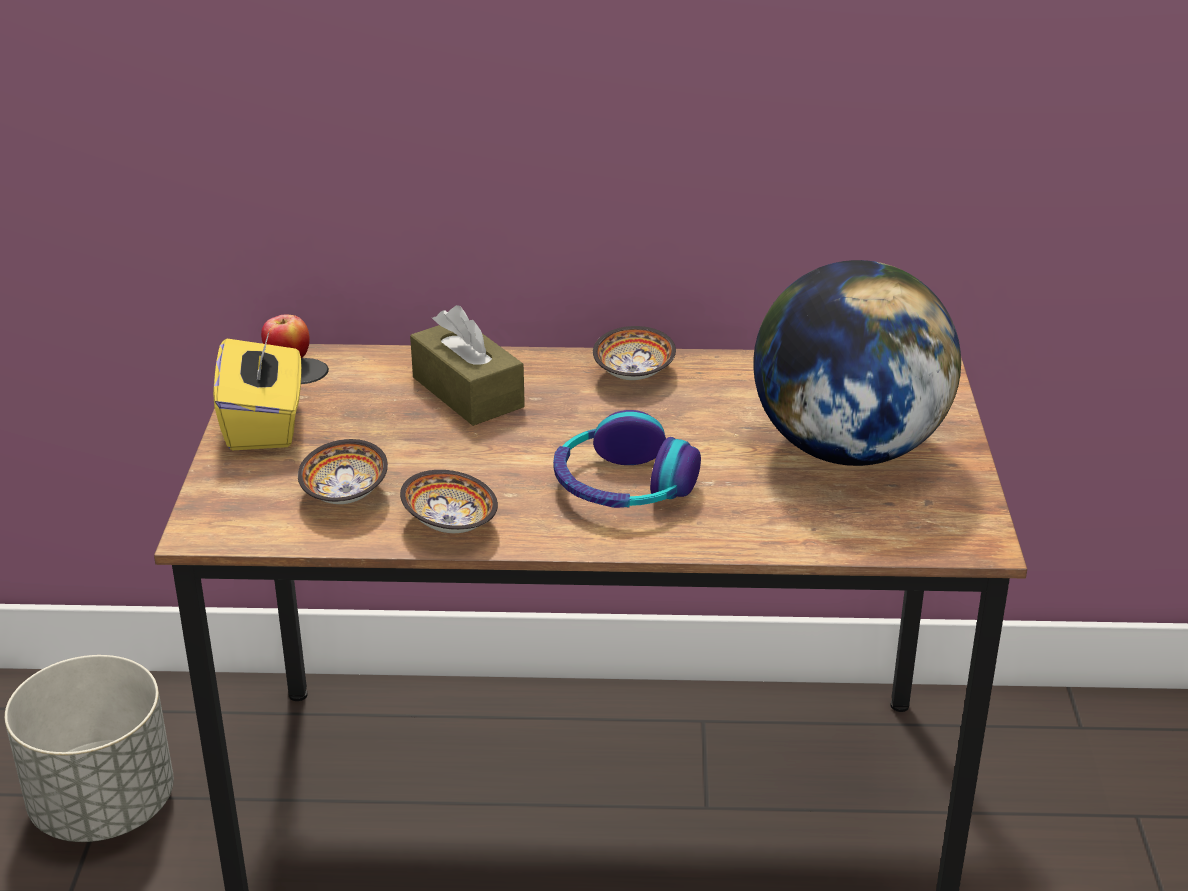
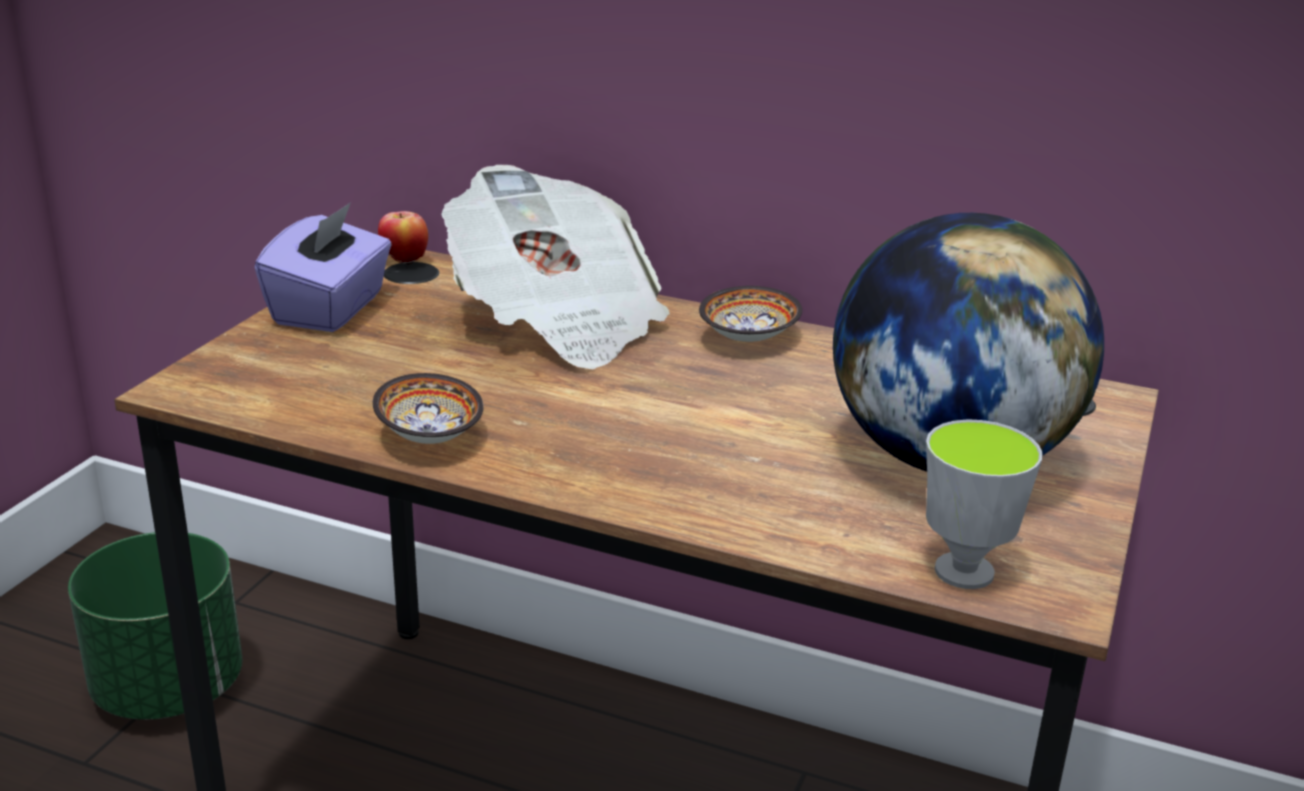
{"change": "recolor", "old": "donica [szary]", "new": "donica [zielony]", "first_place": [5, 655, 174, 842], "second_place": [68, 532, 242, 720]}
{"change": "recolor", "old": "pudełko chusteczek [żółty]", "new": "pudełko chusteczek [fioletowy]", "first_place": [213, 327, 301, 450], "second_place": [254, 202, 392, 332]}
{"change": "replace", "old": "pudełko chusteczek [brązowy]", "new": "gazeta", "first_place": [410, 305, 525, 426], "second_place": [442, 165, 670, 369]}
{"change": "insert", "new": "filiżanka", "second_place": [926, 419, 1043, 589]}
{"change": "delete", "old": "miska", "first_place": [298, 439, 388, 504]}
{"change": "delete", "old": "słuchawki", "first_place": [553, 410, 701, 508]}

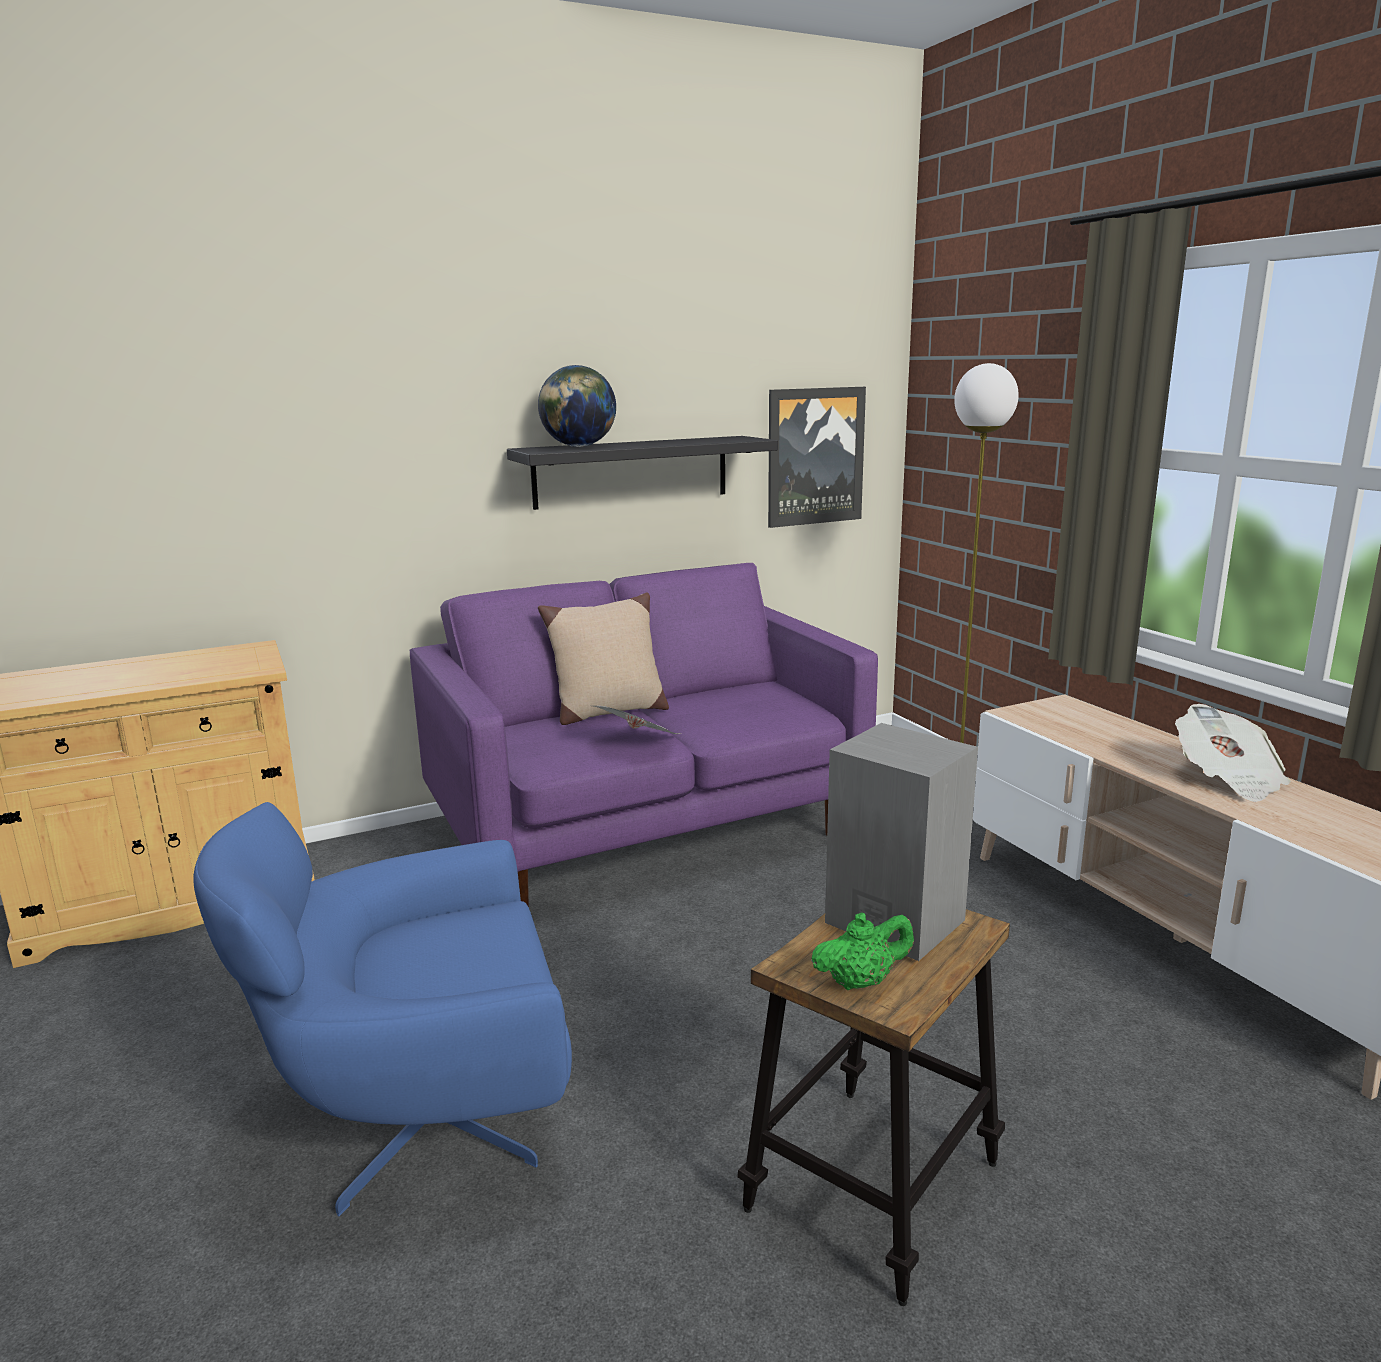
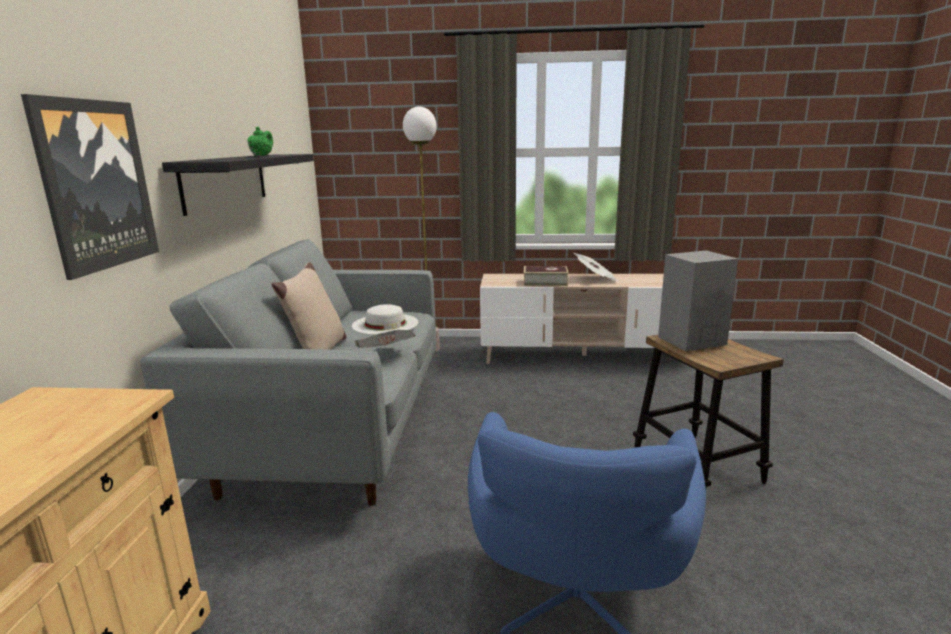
{"change": "move", "old": "obraz", "first_place": [768, 387, 866, 528], "second_place": [21, 94, 159, 280]}
{"change": "recolor", "old": "kanapa [fioletowy]", "new": "kanapa [szary]", "first_place": [410, 563, 878, 907], "second_place": [140, 239, 436, 506]}
{"change": "move", "old": "imbryk [zielony]", "first_place": [811, 912, 914, 990], "second_place": [247, 127, 273, 156]}
{"change": "insert", "new": "kapelusz [biały]", "second_place": [352, 304, 418, 335]}
{"change": "insert", "new": "książka", "second_place": [524, 266, 568, 286]}
{"change": "delete", "old": "globus", "first_place": [538, 365, 616, 447]}

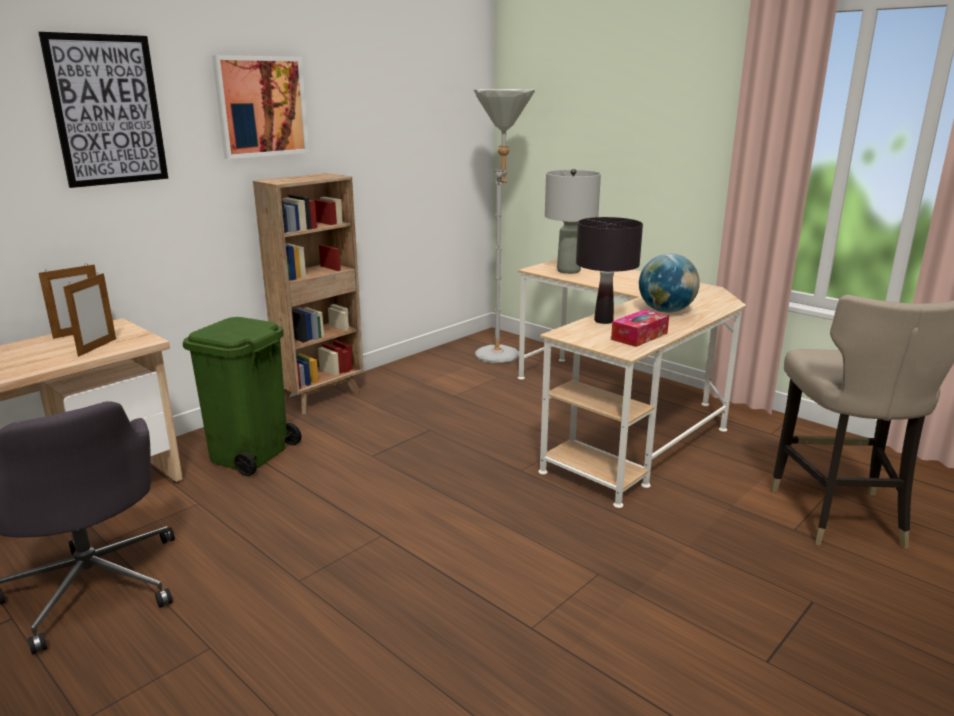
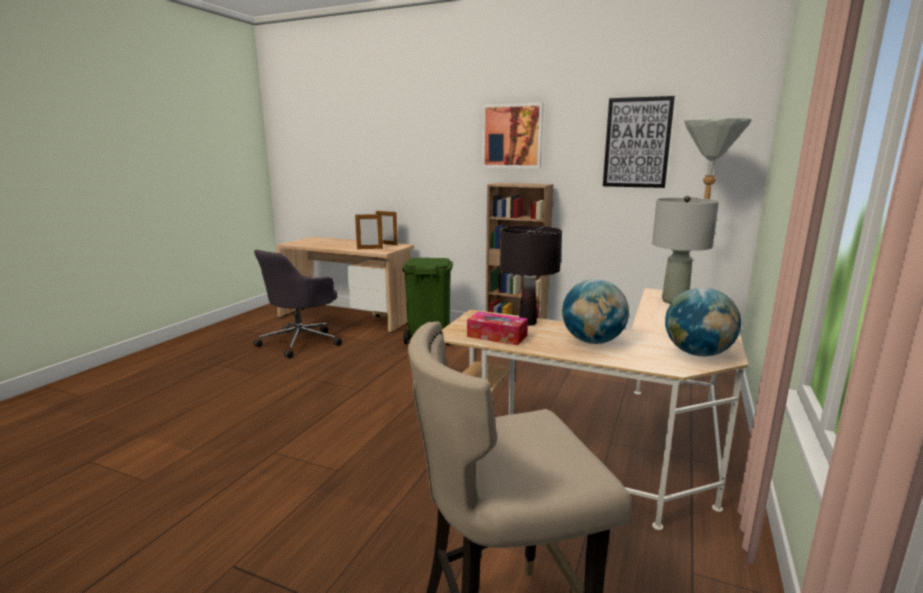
{"change": "move", "old": "obraz", "first_place": [38, 32, 168, 188], "second_place": [603, 96, 675, 188]}
{"change": "insert", "new": "globus", "second_place": [665, 288, 741, 356]}

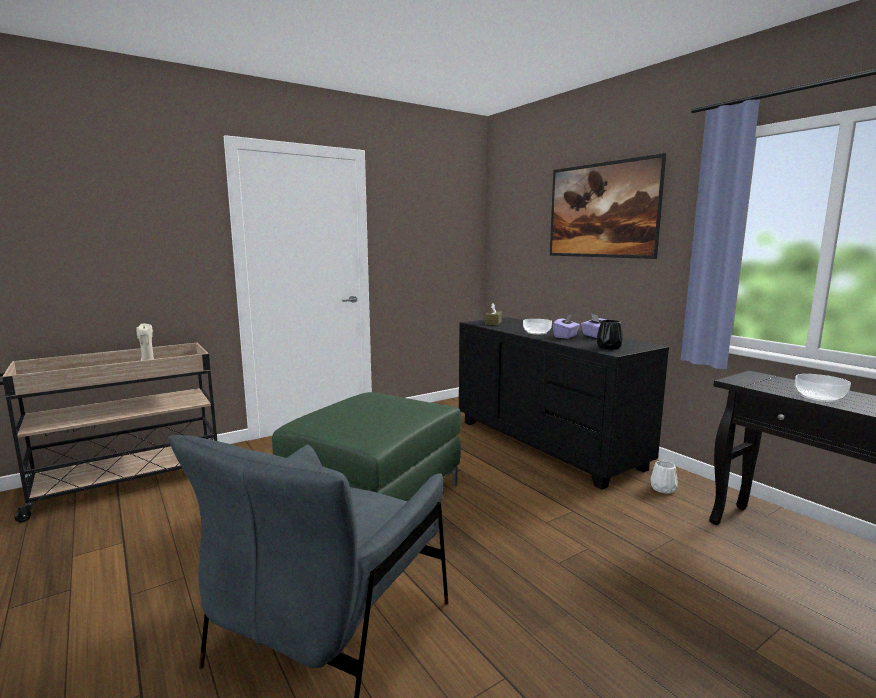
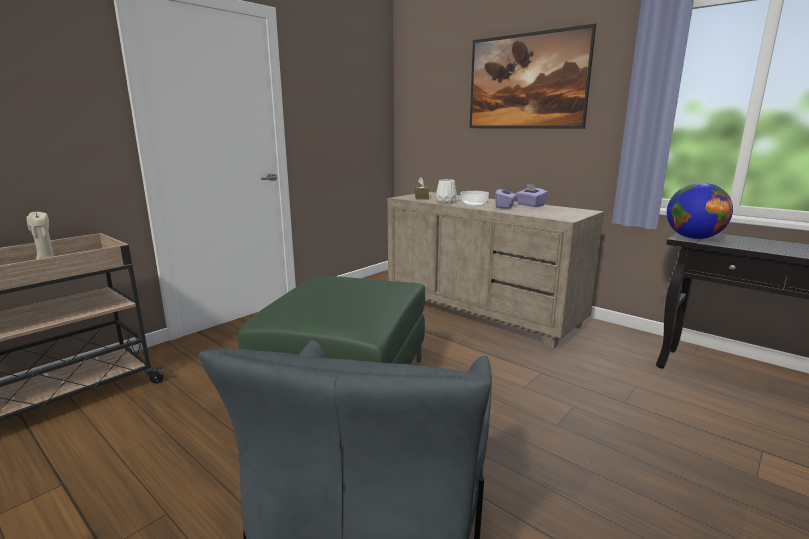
{"change": "recolor", "old": "komoda [czarny]", "new": "komoda [beżowy]", "first_place": [459, 317, 669, 490], "second_place": [387, 192, 604, 349]}
{"change": "move", "old": "wazon [biały]", "first_place": [650, 461, 678, 494], "second_place": [436, 179, 457, 204]}
{"change": "insert", "new": "globus", "second_place": [667, 183, 733, 239]}
{"change": "delete", "old": "wazon [czarny]", "first_place": [597, 320, 623, 349]}
{"change": "delete", "old": "miska", "first_place": [795, 374, 851, 402]}

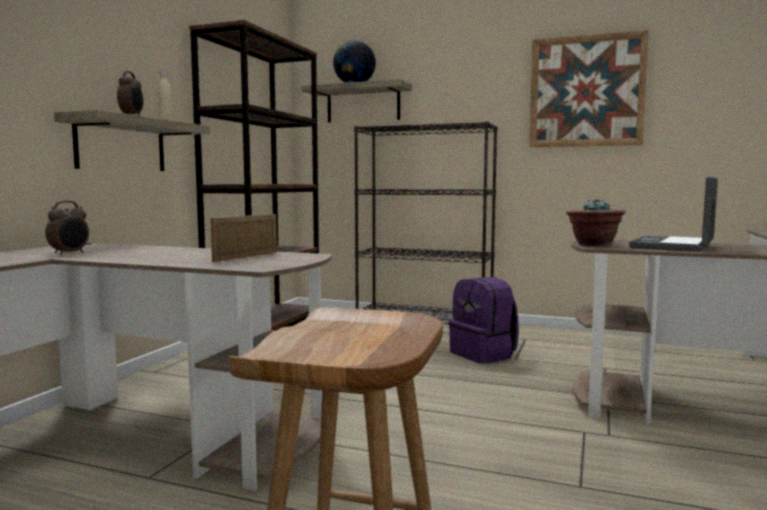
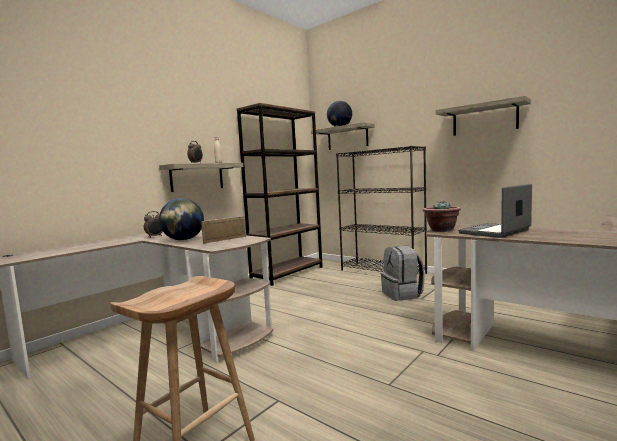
{"change": "insert", "new": "globus", "second_place": [159, 198, 204, 240]}
{"change": "recolor", "old": "plecak [fioletowy]", "new": "plecak [szary]", "first_place": [449, 277, 518, 364], "second_place": [381, 246, 425, 301]}
{"change": "replace", "old": "obraz", "new": "półka", "first_place": [529, 30, 649, 147], "second_place": [435, 96, 531, 136]}

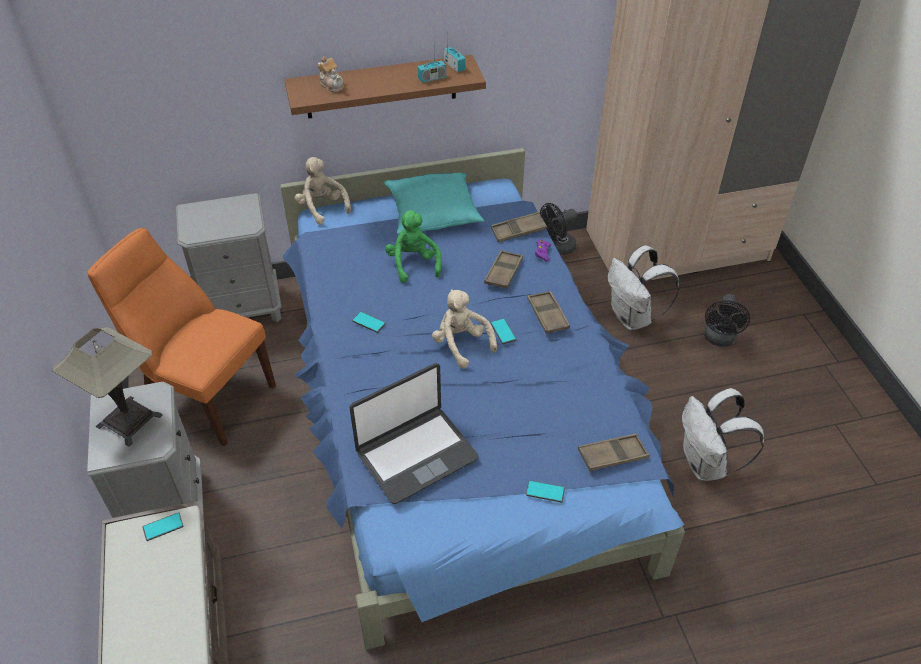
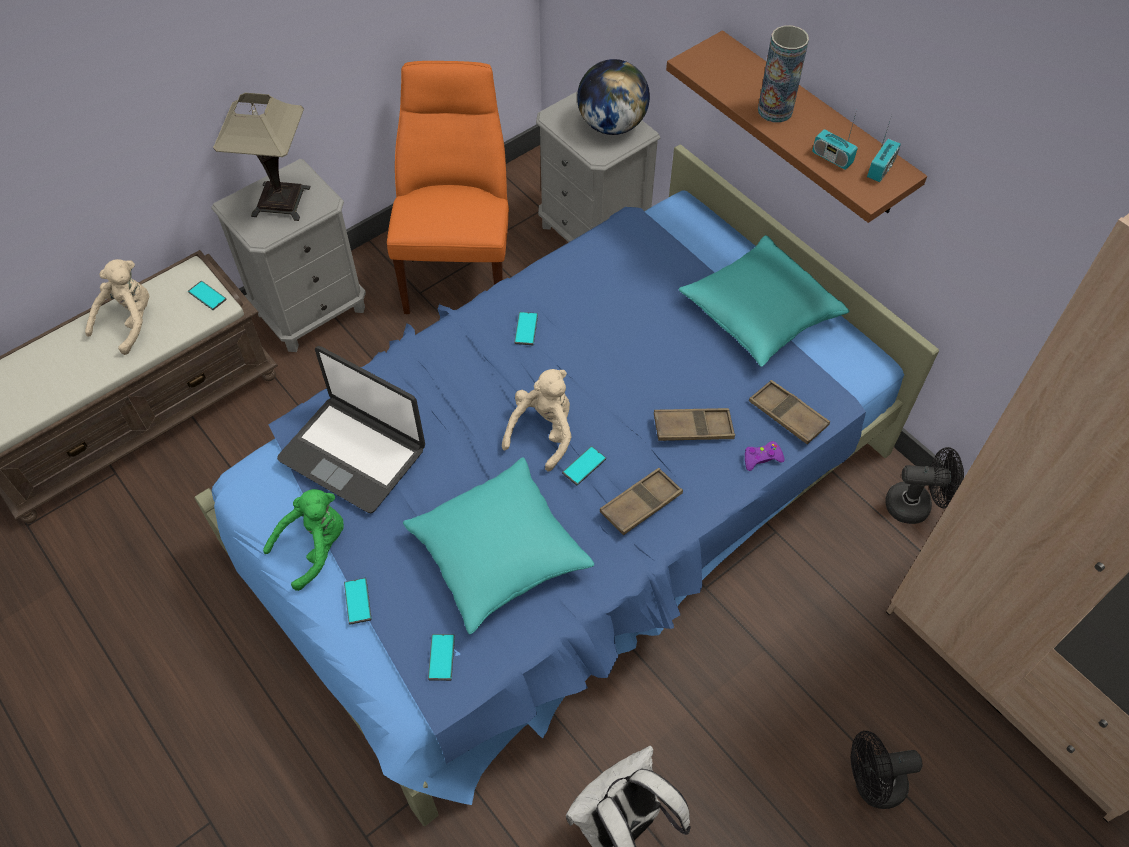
{"change": "move", "old": "pluszak [beżowy]", "first_place": [295, 157, 351, 225], "second_place": [85, 259, 149, 355]}
{"change": "move", "old": "pluszak [zielony]", "first_place": [385, 210, 442, 283], "second_place": [263, 489, 344, 591]}
{"change": "insert", "new": "poduszka [turkusowy]", "second_place": [403, 457, 594, 634]}
{"change": "replace", "old": "taca [brązowy]", "new": "telefon", "first_place": [578, 434, 649, 471], "second_place": [428, 634, 455, 681]}
{"change": "insert", "new": "globus", "second_place": [577, 59, 650, 135]}
{"change": "insert", "new": "wazon", "second_place": [758, 25, 809, 123]}
{"change": "rotate", "old": "wentylator [czarny]", "first_place": [540, 203, 577, 255], "second_place": [885, 447, 964, 524], "degrees": 150}
{"change": "delete", "old": "imbryk", "first_place": [317, 56, 344, 92]}
{"change": "delete", "old": "plecak [biały]", "first_place": [608, 245, 679, 330]}

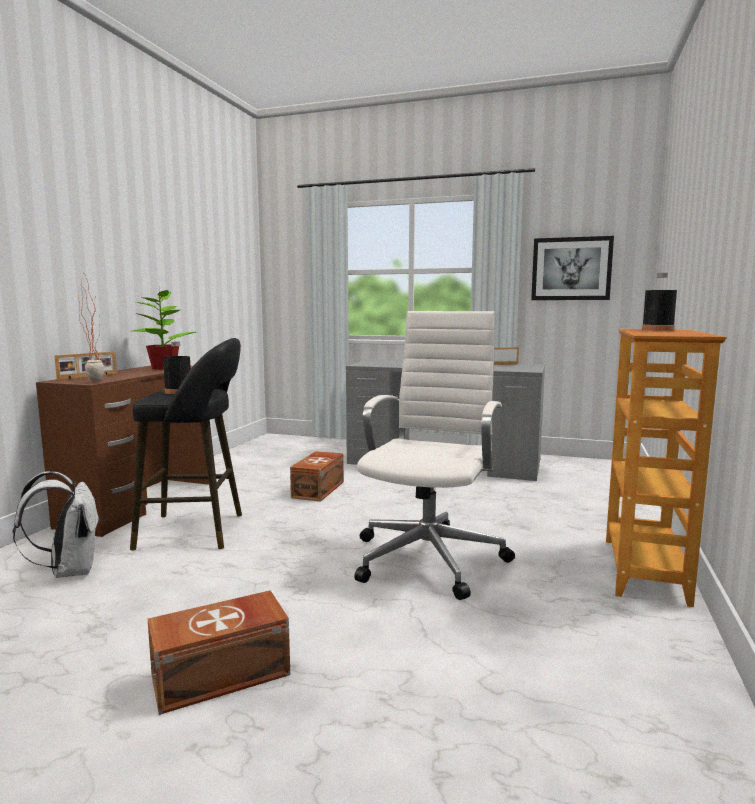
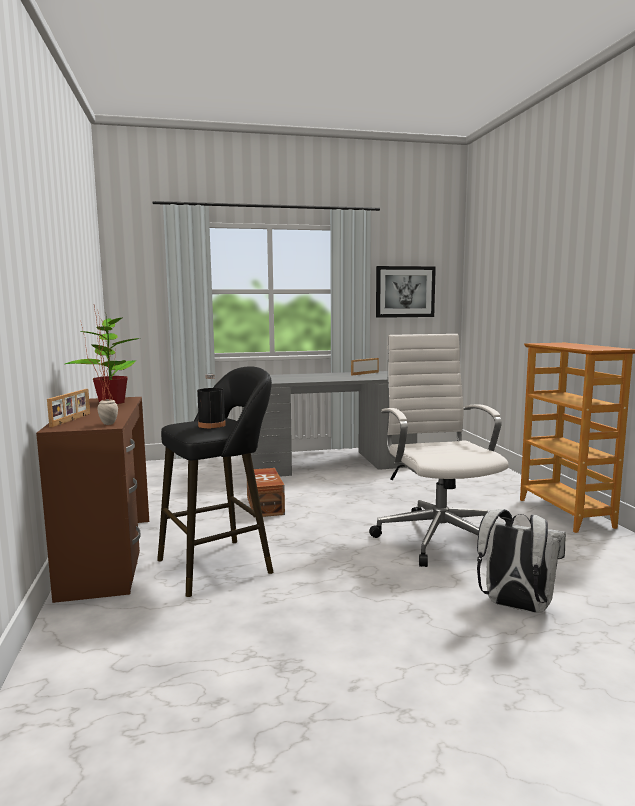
{"change": "move", "old": "plecak [biały]", "first_place": [13, 471, 100, 578], "second_place": [477, 509, 566, 613]}
{"change": "delete", "old": "pojemnik do przechowywania [brązowy]", "first_place": [148, 590, 290, 715]}
{"change": "delete", "old": "butelka [czarny]", "first_place": [642, 273, 677, 331]}

